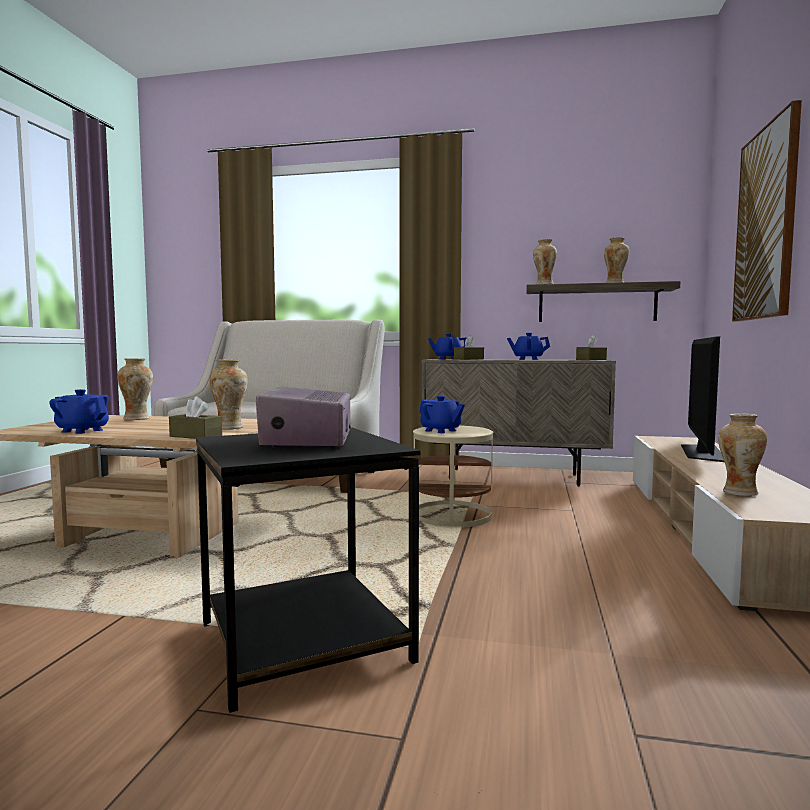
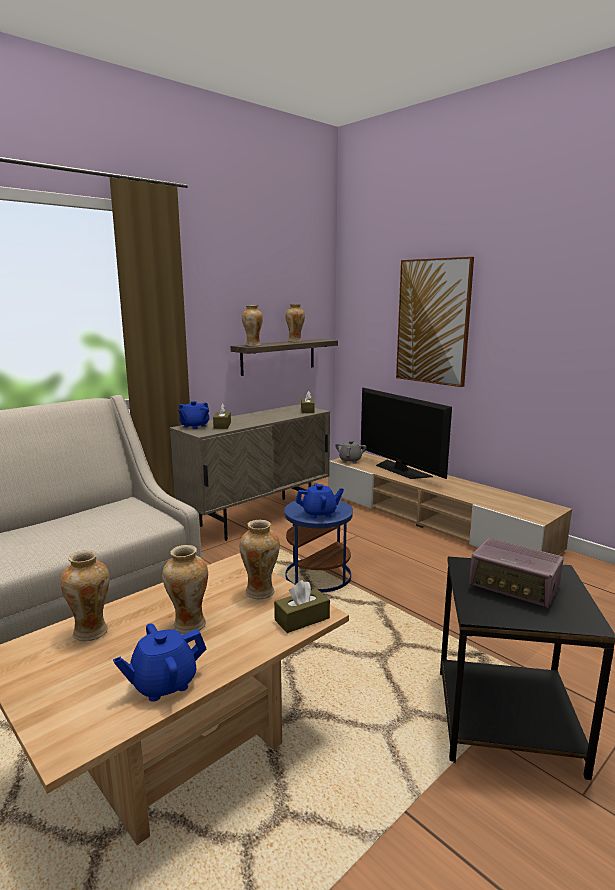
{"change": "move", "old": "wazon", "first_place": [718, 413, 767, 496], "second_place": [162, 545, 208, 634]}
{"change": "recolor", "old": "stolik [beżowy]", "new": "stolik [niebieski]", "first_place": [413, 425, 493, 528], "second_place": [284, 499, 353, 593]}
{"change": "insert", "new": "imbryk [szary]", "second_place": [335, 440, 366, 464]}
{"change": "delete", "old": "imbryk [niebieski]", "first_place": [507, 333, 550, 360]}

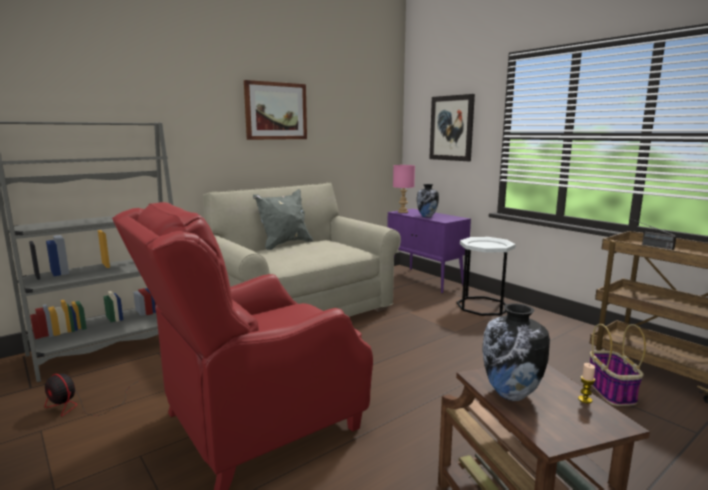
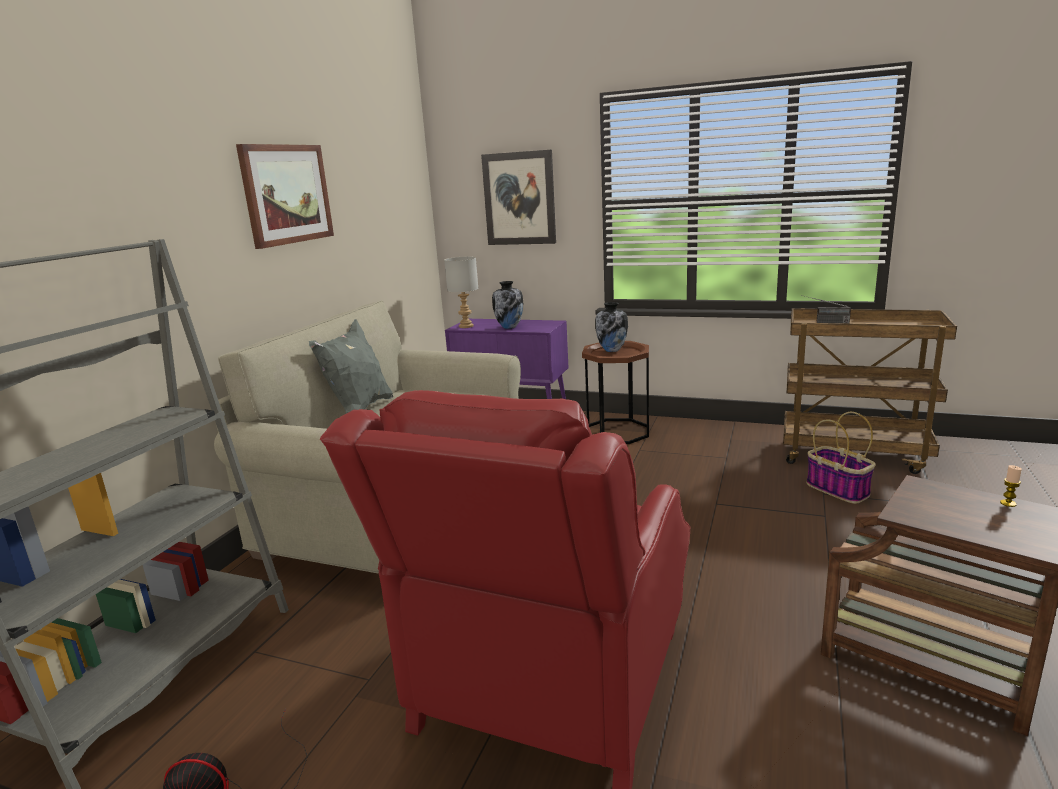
{"change": "recolor", "old": "lampa stołowa [różowy]", "new": "lampa stołowa [szary]", "first_place": [393, 165, 415, 213], "second_place": [444, 257, 478, 328]}
{"change": "recolor", "old": "stolik [biały]", "new": "stolik [brązowy]", "first_place": [457, 237, 516, 316], "second_place": [582, 341, 649, 444]}
{"change": "move", "old": "wazon", "first_place": [482, 303, 550, 401], "second_place": [595, 302, 628, 352]}

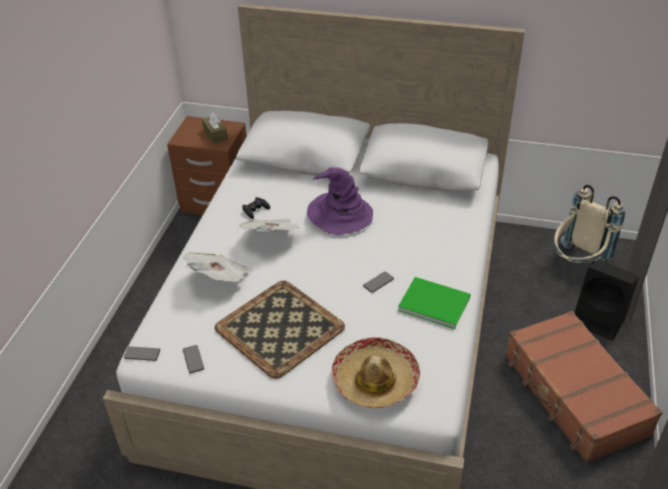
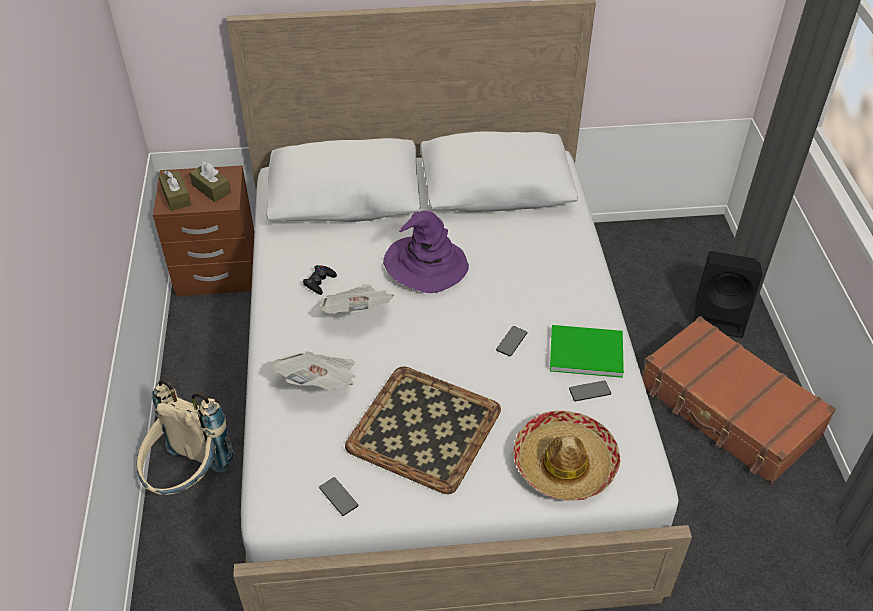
{"change": "move", "old": "plecak [beżowy]", "first_place": [553, 185, 625, 263], "second_place": [136, 380, 234, 495]}
{"change": "insert", "new": "pudełko chusteczek [brązowy]", "second_place": [159, 170, 191, 211]}
{"change": "move", "old": "telefon", "first_place": [124, 347, 160, 361], "second_place": [569, 380, 611, 401]}

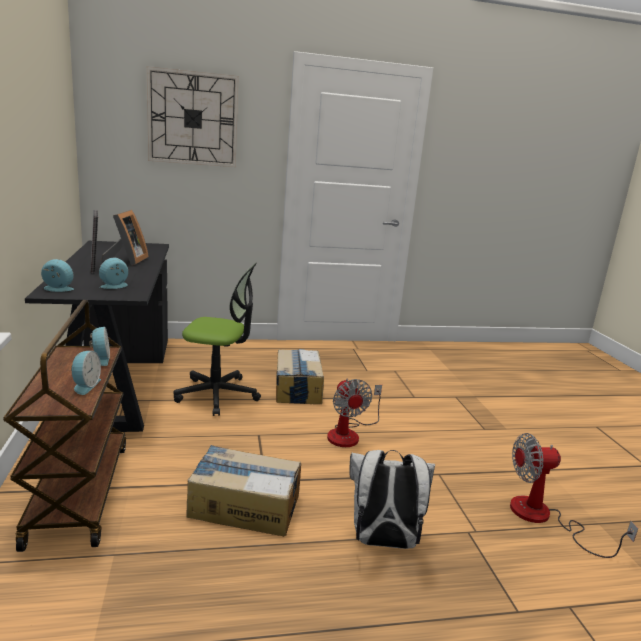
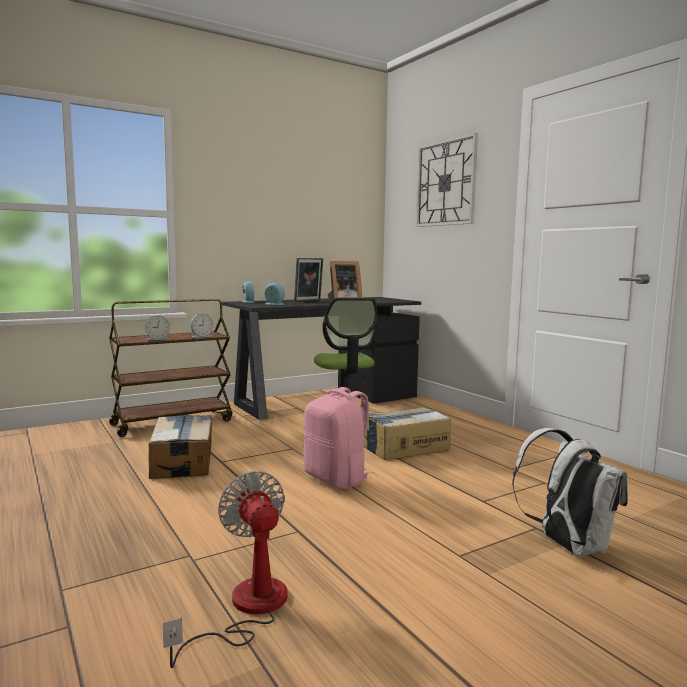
{"change": "replace", "old": "wentylator", "new": "plecak [różowy]", "first_place": [327, 379, 382, 447], "second_place": [303, 387, 374, 489]}
{"change": "move", "old": "plecak [biały]", "first_place": [349, 450, 435, 549], "second_place": [512, 428, 628, 556]}

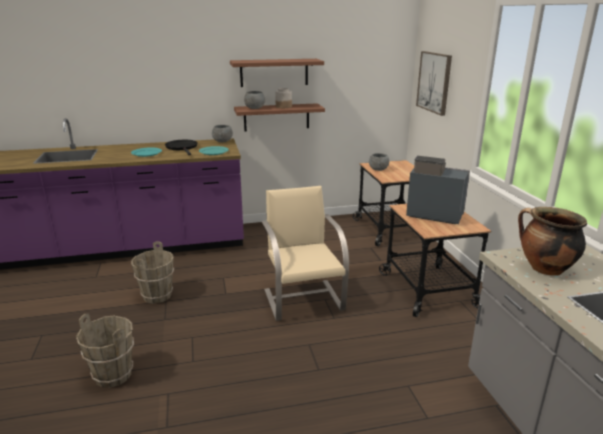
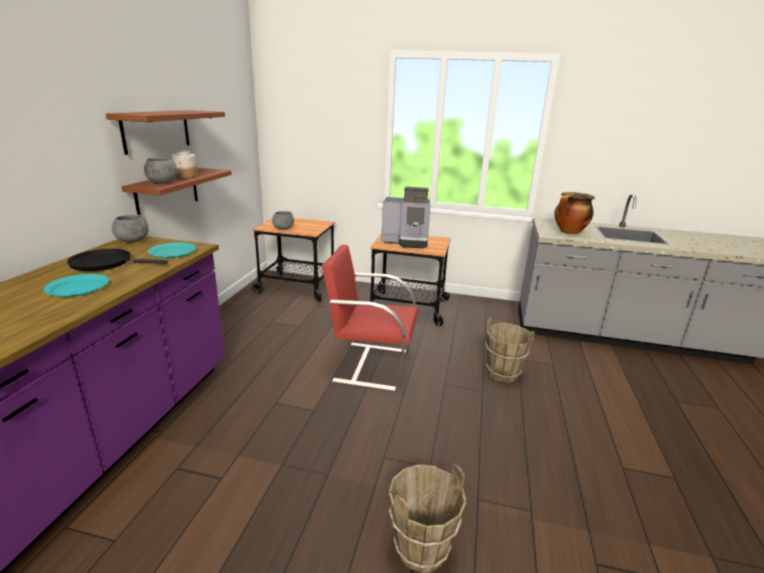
{"change": "recolor", "old": "krzesło [beżowy]", "new": "krzesło [czerwony]", "first_place": [262, 186, 349, 321], "second_place": [322, 245, 418, 391]}
{"change": "rotate", "old": "ekspres do kawy", "first_place": [406, 156, 470, 224], "second_place": [381, 187, 431, 249], "degrees": -135}
{"change": "move", "old": "wiadro [brązowy]", "first_place": [131, 242, 174, 304], "second_place": [486, 318, 535, 383]}
{"change": "delete", "old": "obraz", "first_place": [416, 51, 452, 116]}

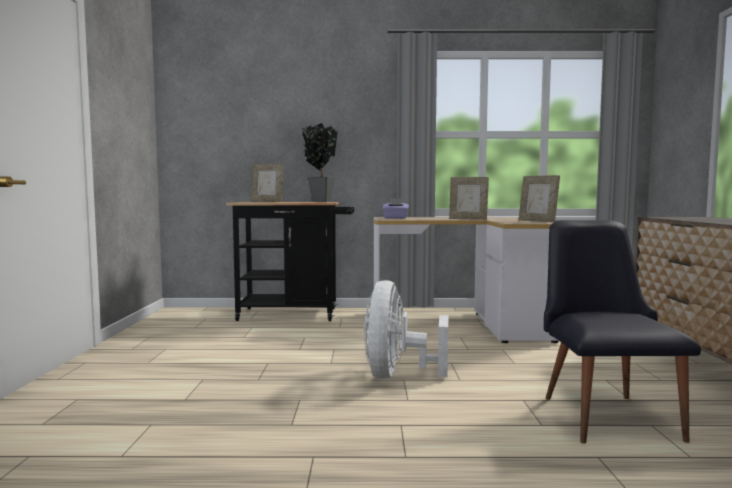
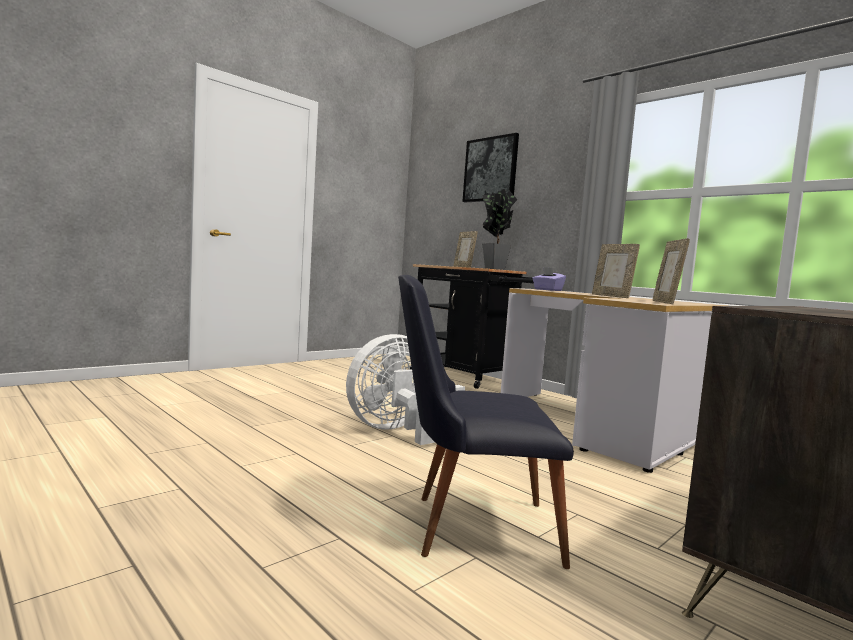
{"change": "rotate", "old": "krzesło [czarny]", "first_place": [544, 220, 701, 444], "second_place": [398, 275, 574, 569], "degrees": -135}
{"change": "insert", "new": "obraz", "second_place": [462, 133, 519, 202]}

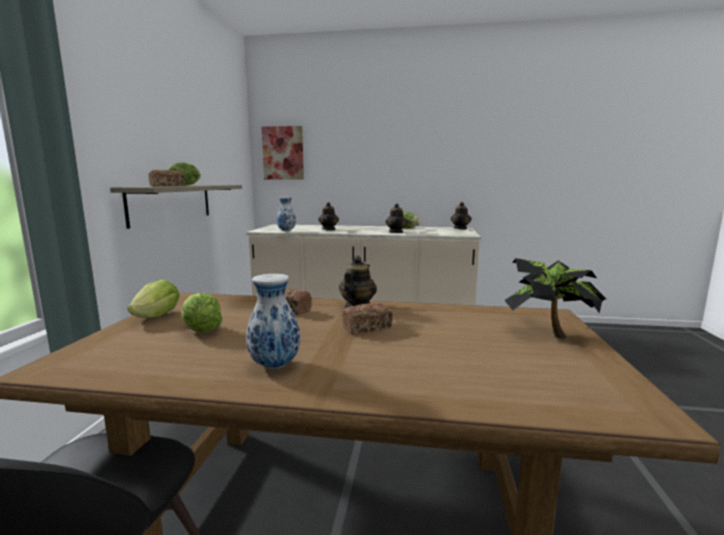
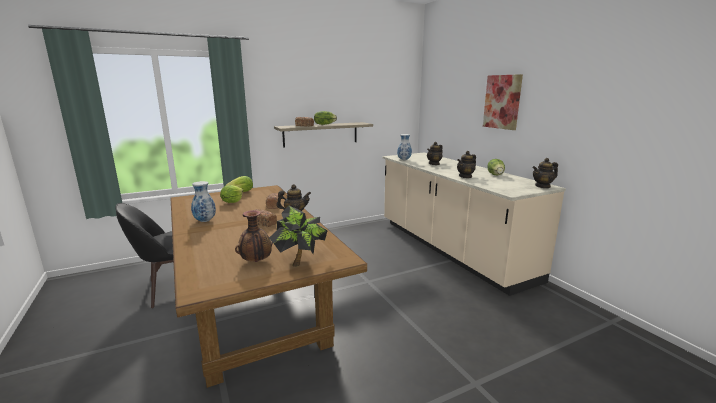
{"change": "insert", "new": "wazon", "second_place": [235, 210, 273, 262]}
{"change": "move", "old": "obraz", "first_place": [262, 126, 304, 180], "second_place": [483, 74, 523, 130]}

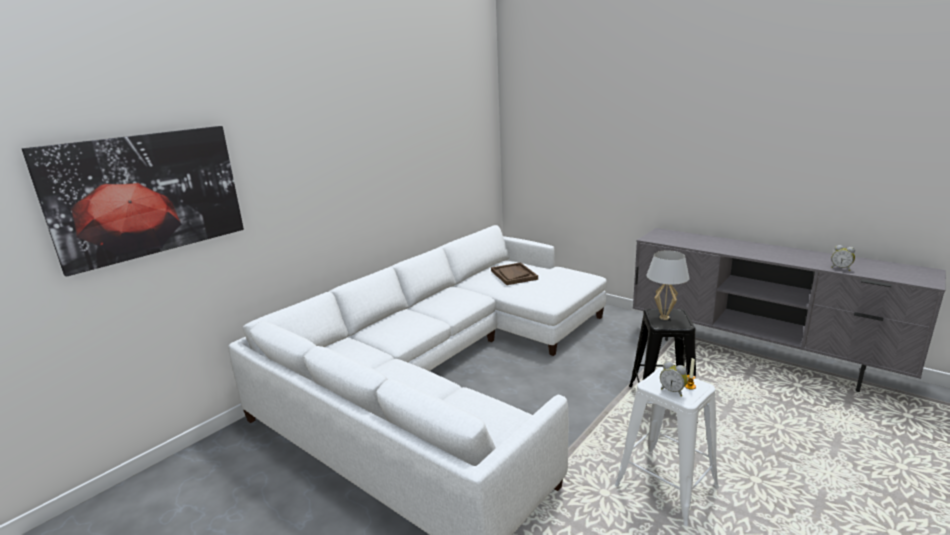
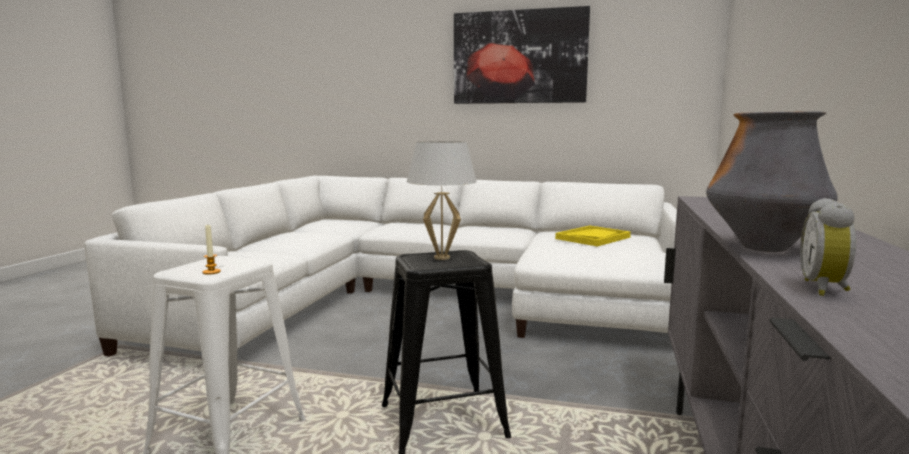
{"change": "move", "old": "obraz", "first_place": [22, 126, 244, 277], "second_place": [454, 6, 590, 104]}
{"change": "recolor", "old": "taca [brązowy]", "new": "taca [żółty]", "first_place": [491, 262, 538, 285], "second_place": [555, 226, 631, 246]}
{"change": "insert", "new": "wazon", "second_place": [706, 112, 838, 252]}
{"change": "delete", "old": "budzik", "first_place": [660, 361, 688, 397]}

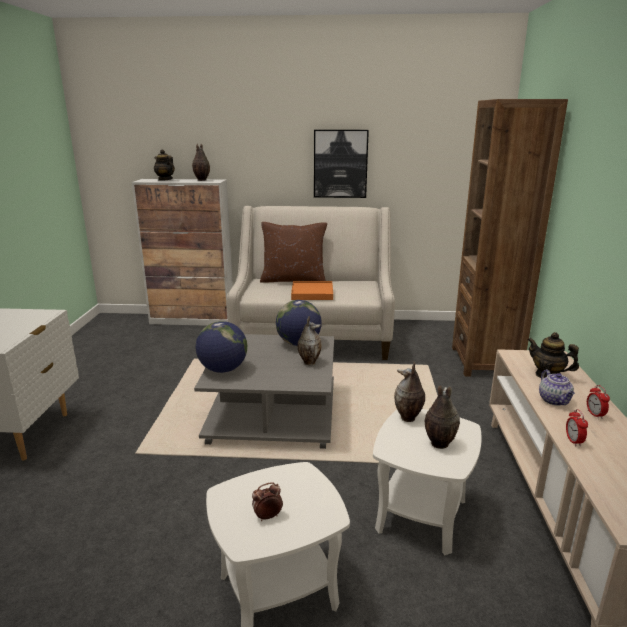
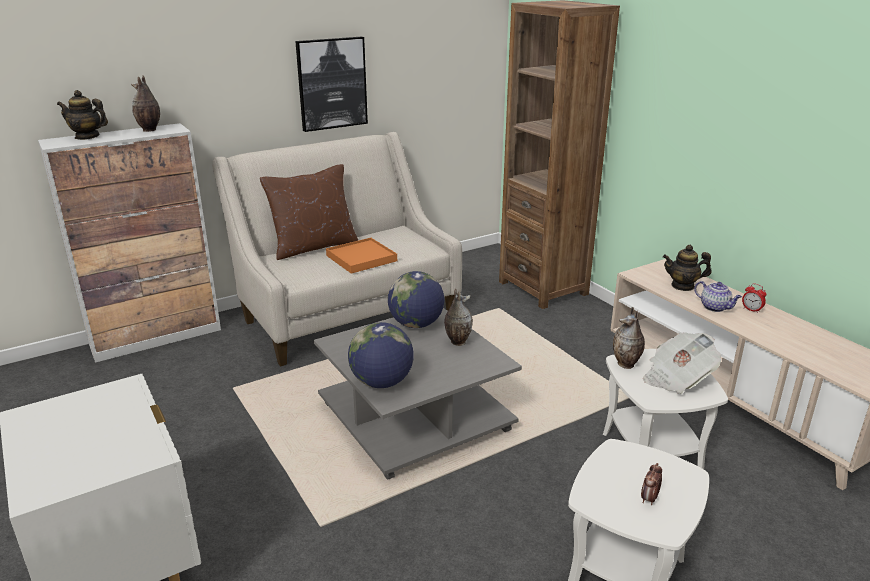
{"change": "replace", "old": "wazon", "new": "gazeta", "first_place": [425, 386, 460, 449], "second_place": [643, 332, 722, 394]}
{"change": "delete", "old": "budzik", "first_place": [566, 409, 588, 446]}

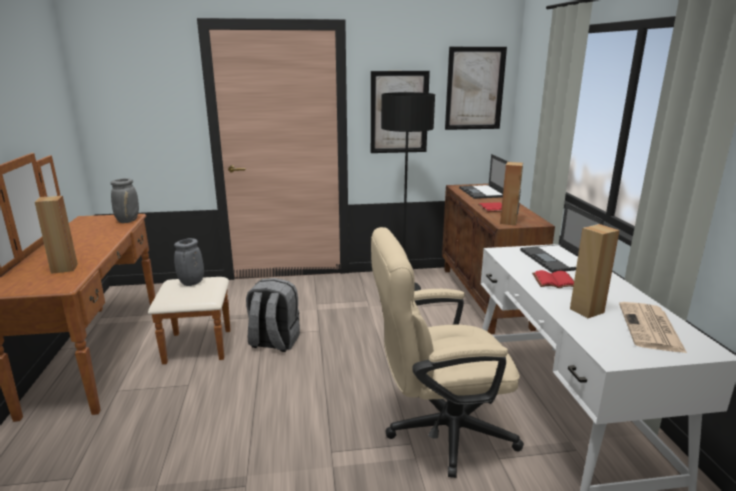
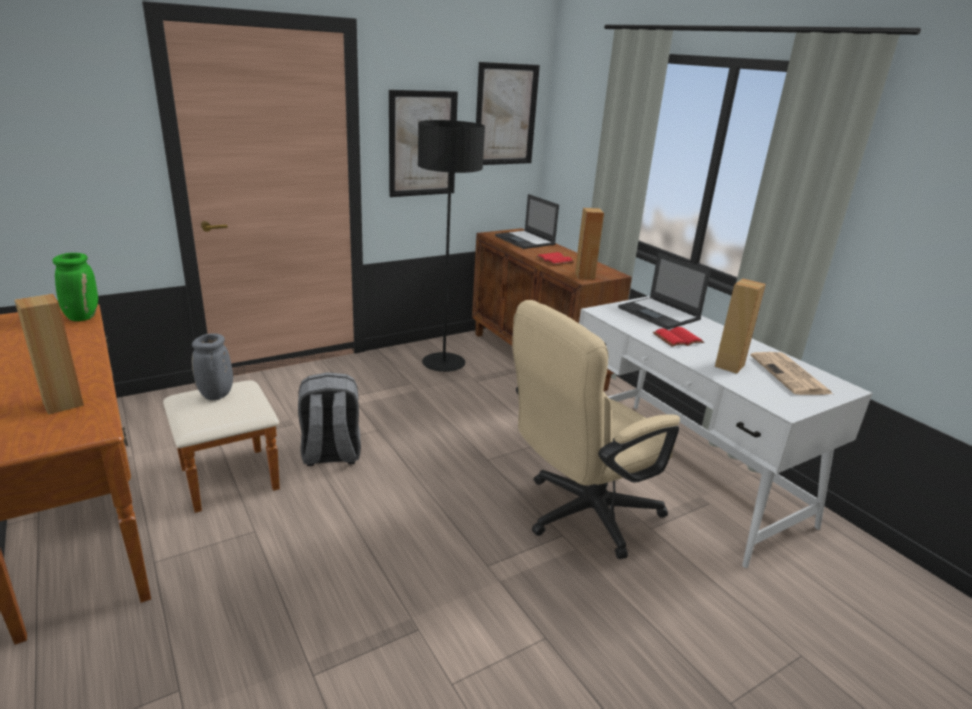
{"change": "recolor", "old": "wazon [szary]", "new": "wazon [zielony]", "first_place": [110, 178, 139, 223], "second_place": [52, 253, 98, 321]}

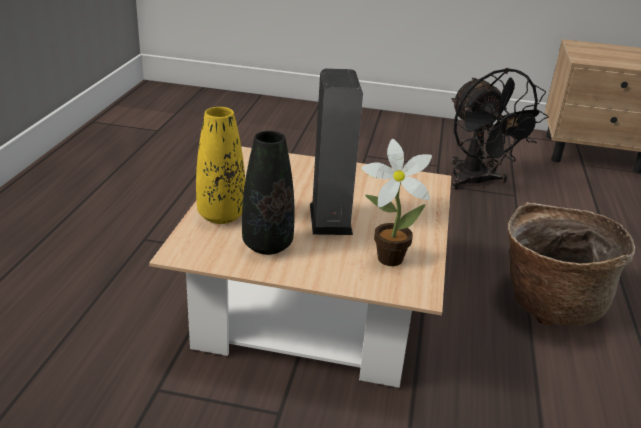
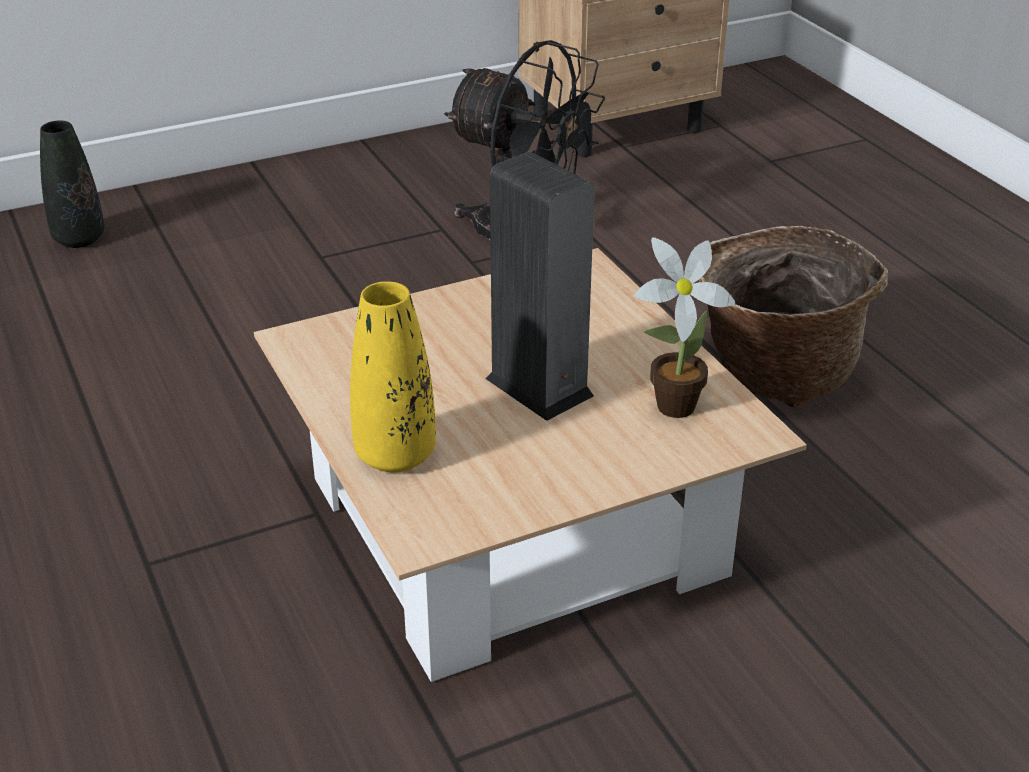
{"change": "move", "old": "wazon [czarny]", "first_place": [242, 131, 295, 255], "second_place": [40, 120, 104, 248]}

